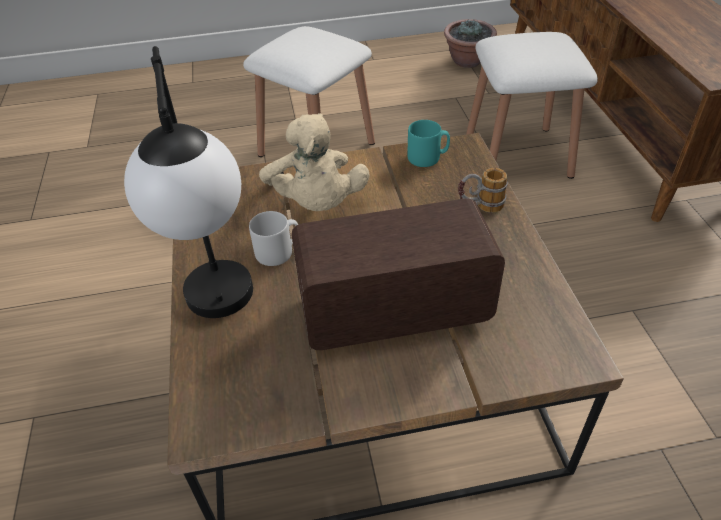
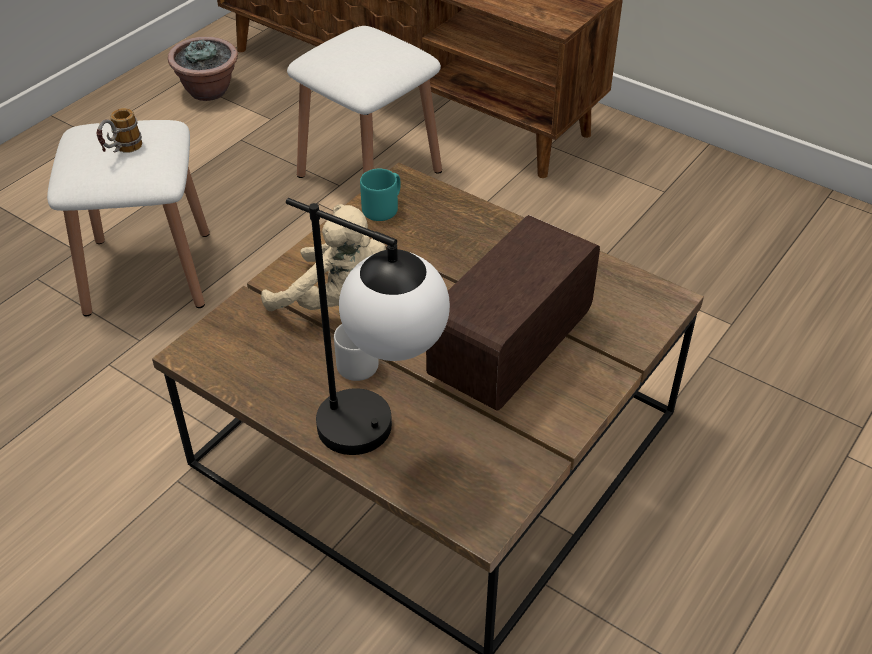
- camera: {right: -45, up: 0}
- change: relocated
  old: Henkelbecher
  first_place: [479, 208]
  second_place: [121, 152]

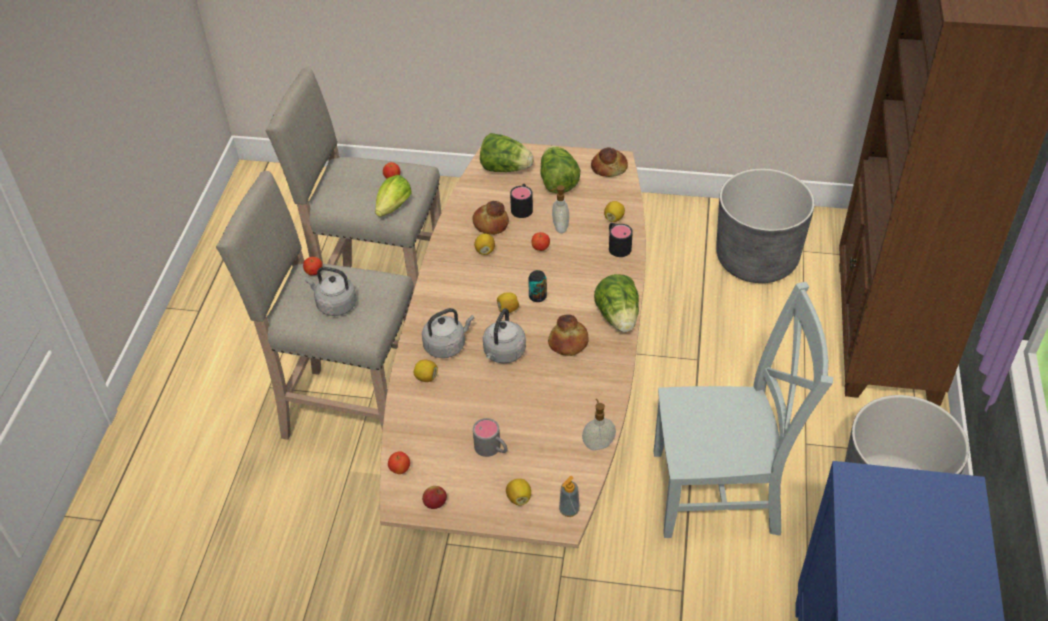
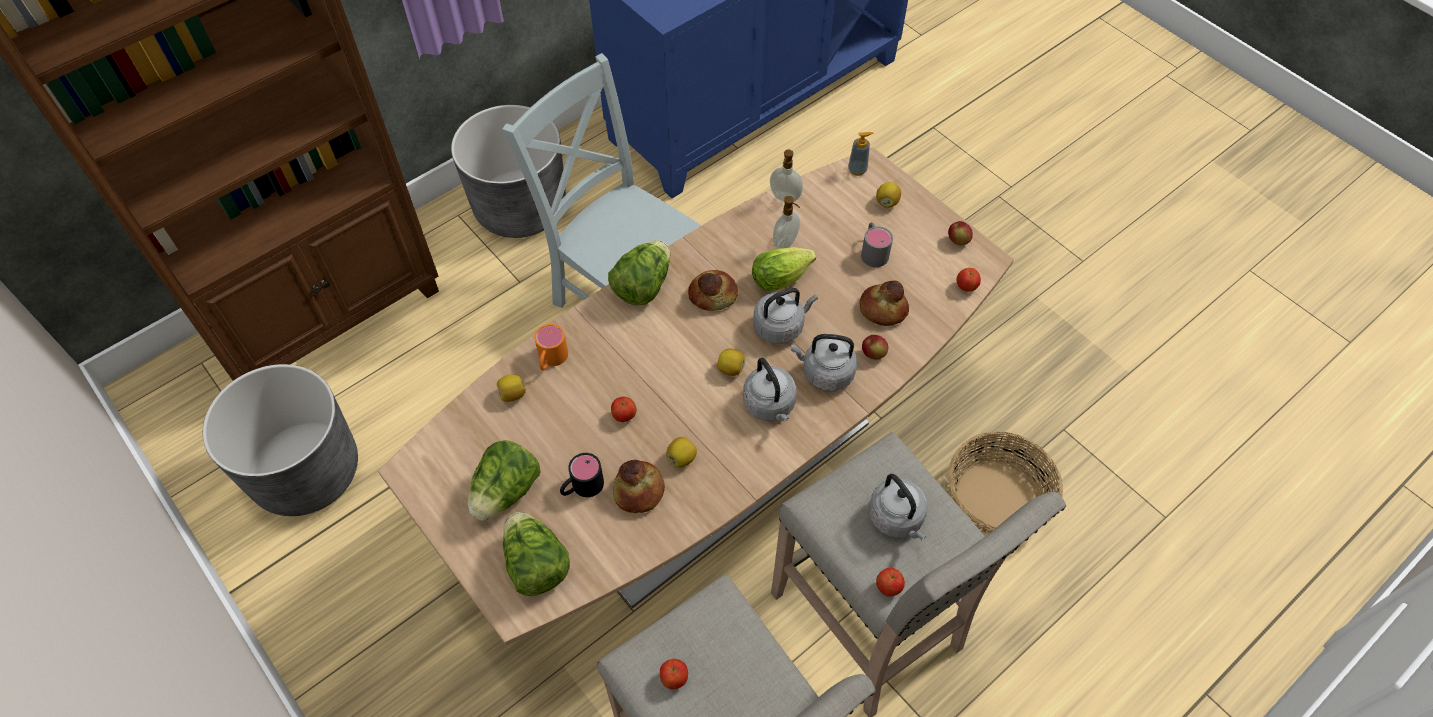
- camera: {right: -140, up: 10}
- change: relocated
  old: Salatkopf
  first_place: [392, 209]
  second_place: [783, 277]
- change: exchanged
  old: Zitrone
  new: Apfel
  first_place: [426, 377]
  second_place: [873, 354]
- change: missing
  old: Dose
  first_place: [537, 296]
- change: relocated
  old: Seifenspender
  first_place: [559, 227]
  second_place: [786, 243]
- change: relocated
  old: Brot
  first_place: [609, 167]
  second_place: [882, 309]
- change: colour
  old: Henkelbecher [schwarz]
  new: Henkelbecher [orange]
  first_place: [617, 245]
  second_place: [550, 359]
- change: appeared
  new: Wasserkessel [grau]
  second_place: [770, 405]
- change: appeared
  new: Korb
  second_place: [995, 498]

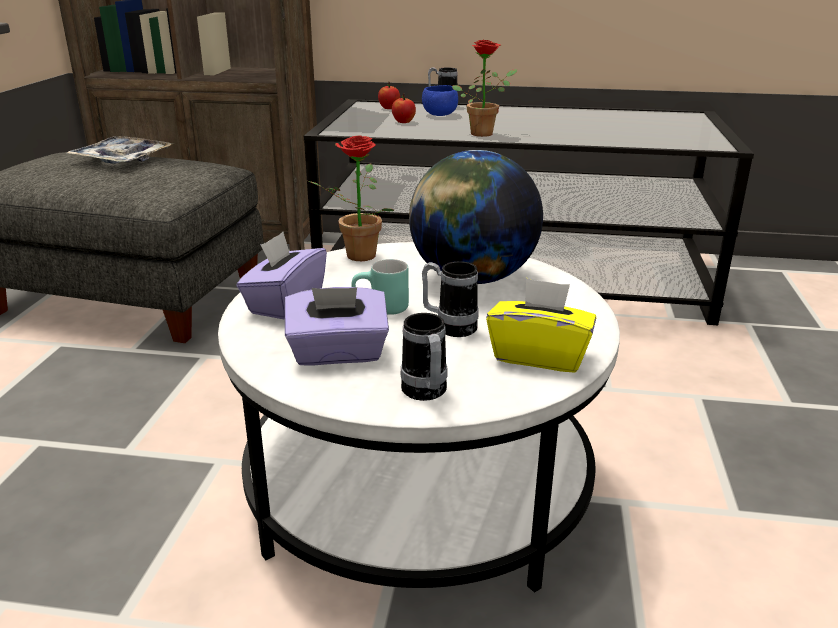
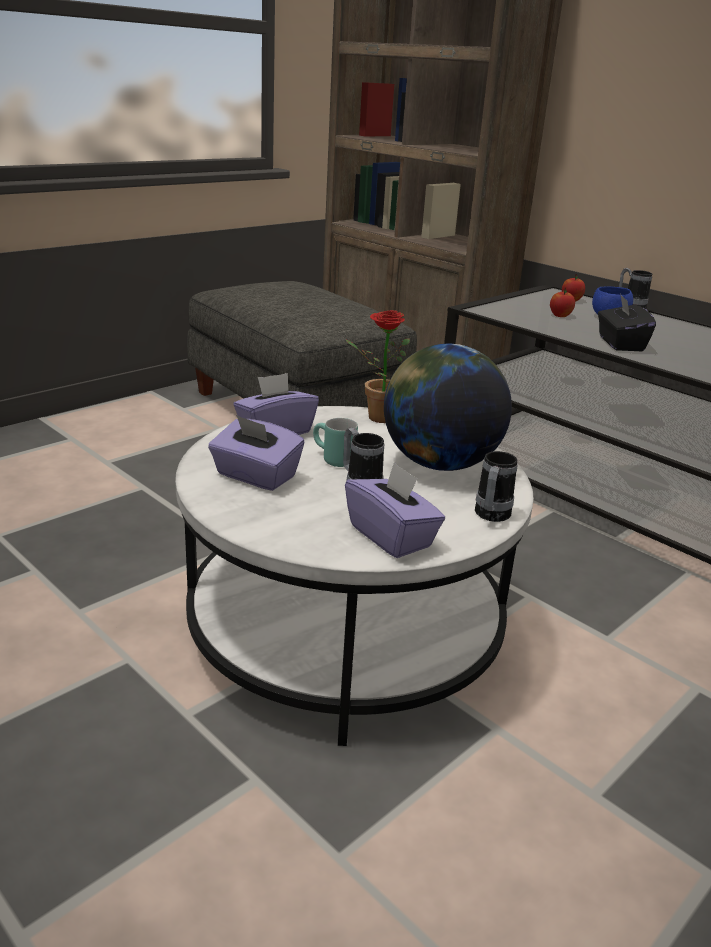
- camera: {right: 35, up: 0}
- change: missing
  old: Tablett
  first_place: [122, 159]
- change: relocated
  old: Henkelbecher
  first_place: [426, 394]
  second_place: [490, 516]
- change: exchanged
  old: Topfpflanze
  new: Taschentuchbox [schwarz]
  first_place: [485, 133]
  second_place: [620, 344]
- change: colour
  old: Taschentuchbox [gelb]
  new: Taschentuchbox [lila]
  first_place: [539, 356]
  second_place: [391, 536]

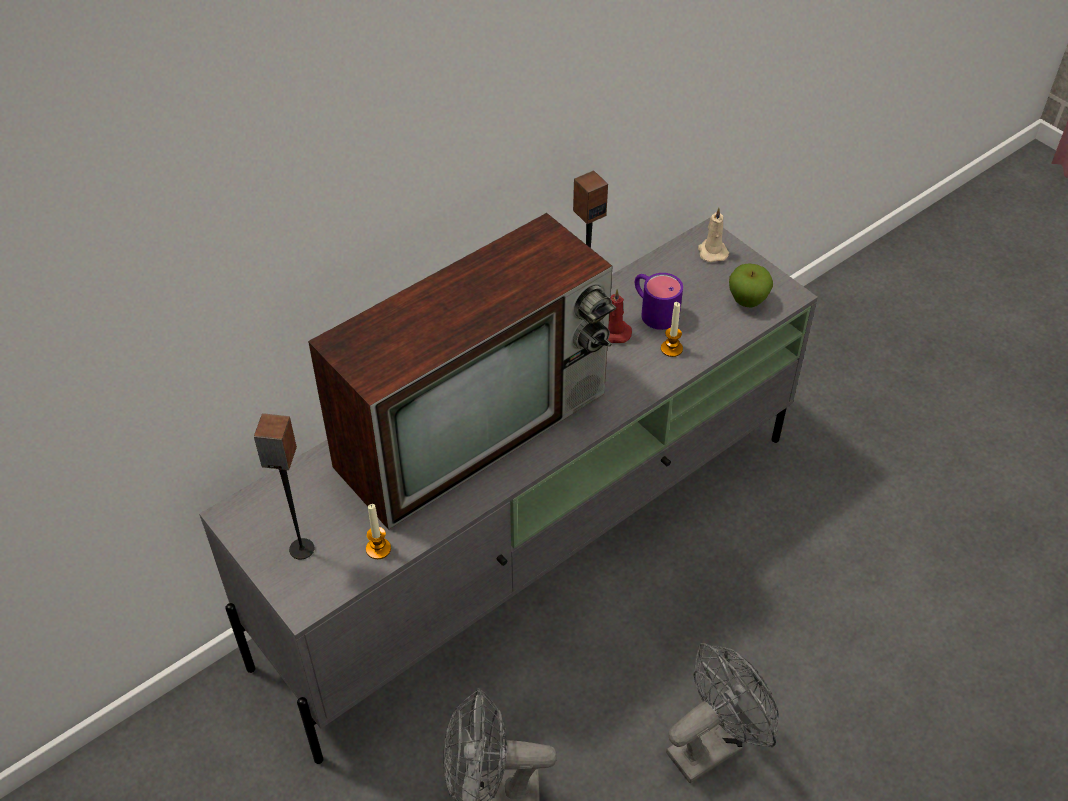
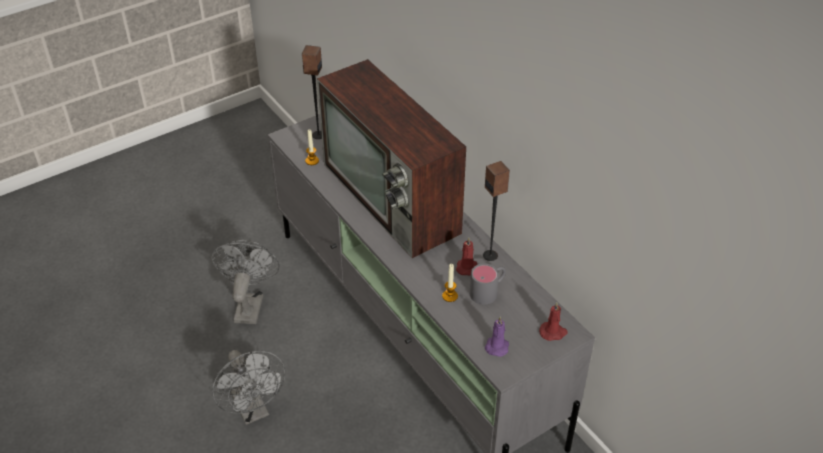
- camera: {right: 95, up: -5}
- change: colour
  old: Henkelbecher [lila]
  new: Henkelbecher [grau]
  first_place: [653, 310]
  second_place: [488, 291]
- change: colour
  old: Kerze [beige]
  new: Kerze [rot]
  first_place: [712, 251]
  second_place: [553, 332]
- change: exchanged
  old: Apfel
  new: Kerze [lila]
  first_place: [747, 300]
  second_place: [497, 346]

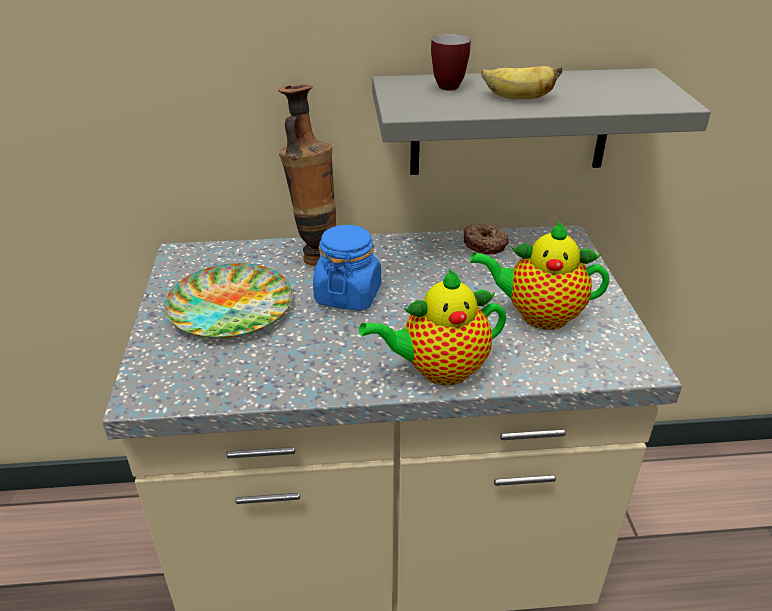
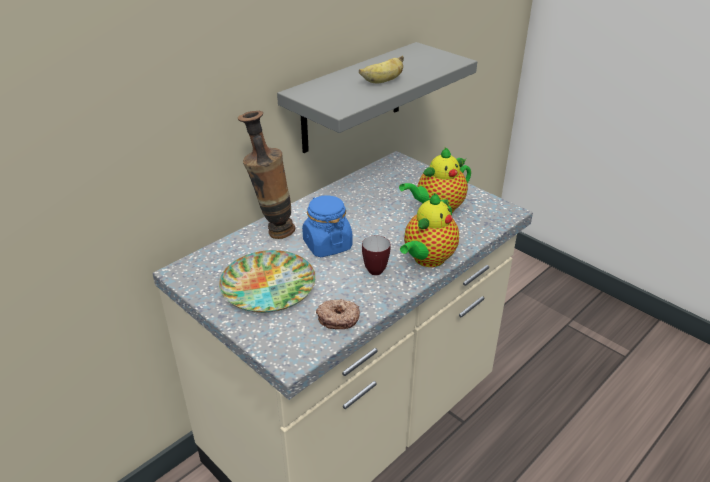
- camera: {right: -40, up: 0}
- change: relocated
  old: Henkelbecher
  first_place: [448, 85]
  second_place: [372, 269]
- change: relocated
  old: Donut
  first_place: [484, 244]
  second_place: [338, 318]

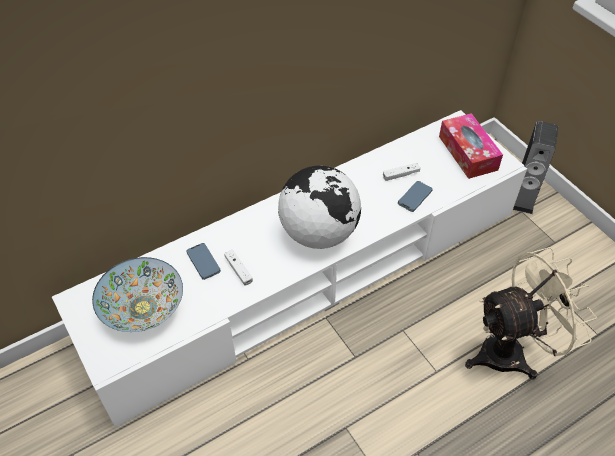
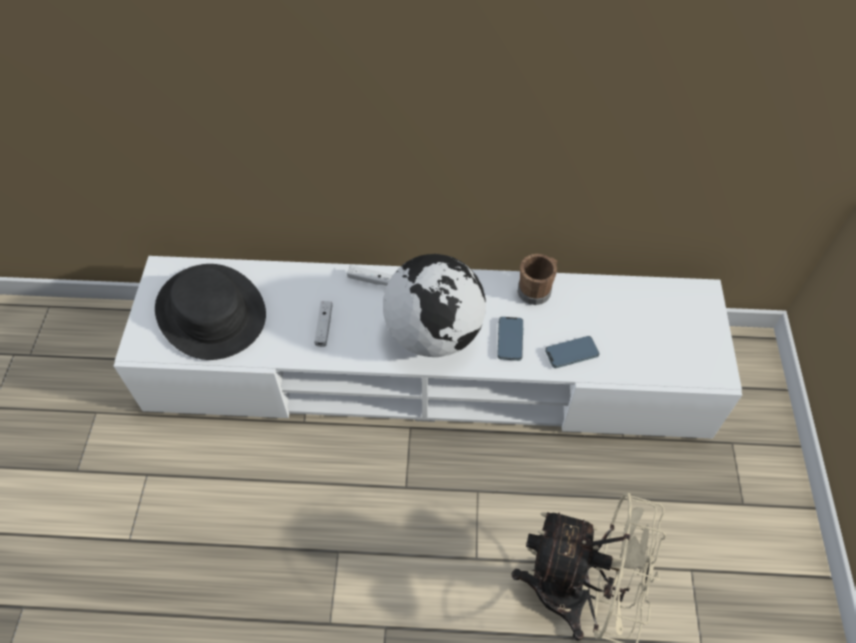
- camera: {right: 35, up: 5}
- change: exchanged
  old: Schüssel
  new: Hut [schwarz]
  first_place: [143, 308]
  second_place: [210, 313]
- change: relocated
  old: Handy
  first_place: [203, 262]
  second_place: [510, 340]
- change: relocated
  old: Gamepad [weiß]
  first_place: [400, 175]
  second_place: [371, 280]
- change: missing
  old: Taschentuchbox
  first_place: [468, 153]
- change: missing
  old: Lautsprecher
  first_place: [522, 198]
- change: appeared
  new: Henkelbecher [braun]
  second_place: [537, 289]

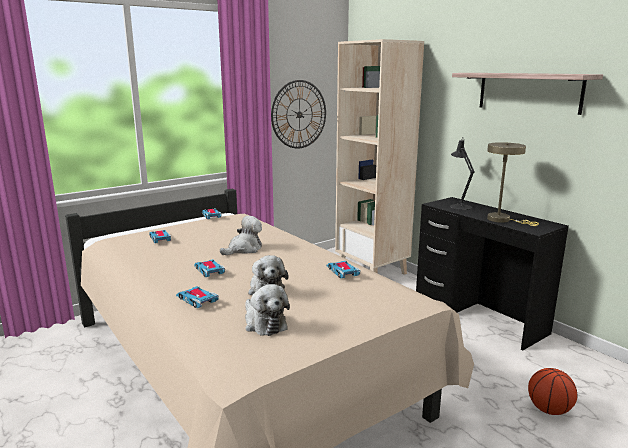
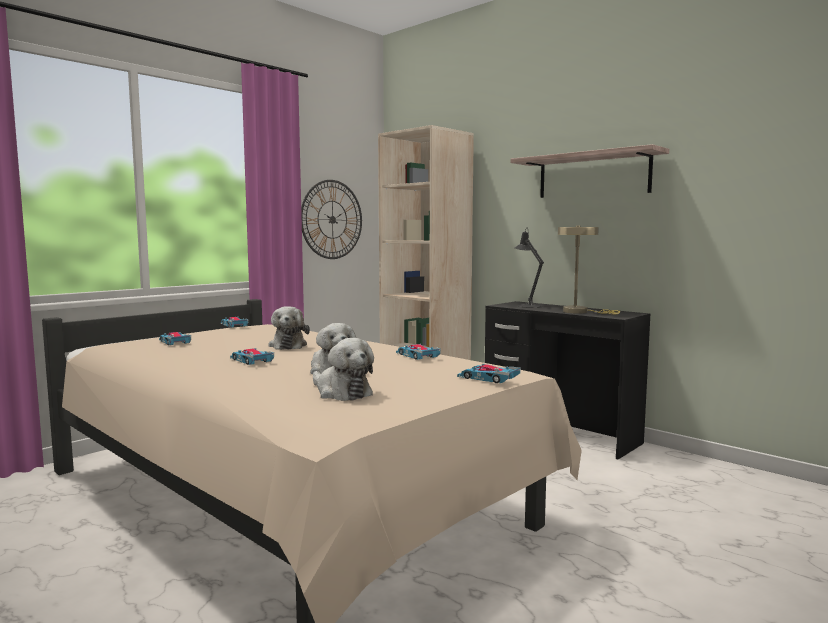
- camera: {right: -10, up: -10}
- change: relocated
  old: Spielzeugauto
  first_place: [197, 300]
  second_place: [488, 378]
- change: spun
  old: Plüschtier
  first_place: [244, 249]
  second_place: [288, 345]
  degrees: 135
- change: missing
  old: Basketball
  first_place: [548, 410]

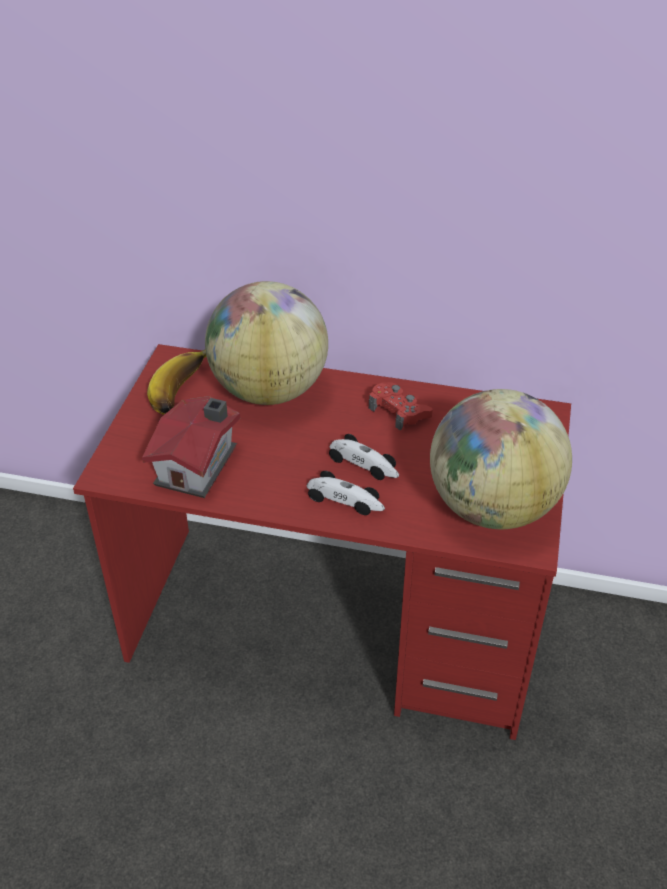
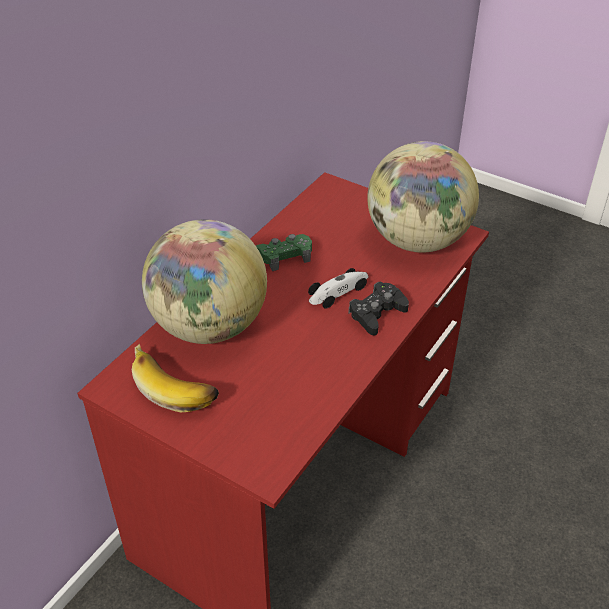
- camera: {right: -70, up: 0}
- change: missing
  old: Spielzeughaus
  first_place: [199, 465]
- change: exchanged
  old: Spielzeugauto
  new: Gamepad [schwarz]
  first_place: [345, 500]
  second_place: [377, 313]
- change: colour
  old: Gamepad [rot]
  new: Gamepad [grün]
  first_place: [399, 411]
  second_place: [285, 256]

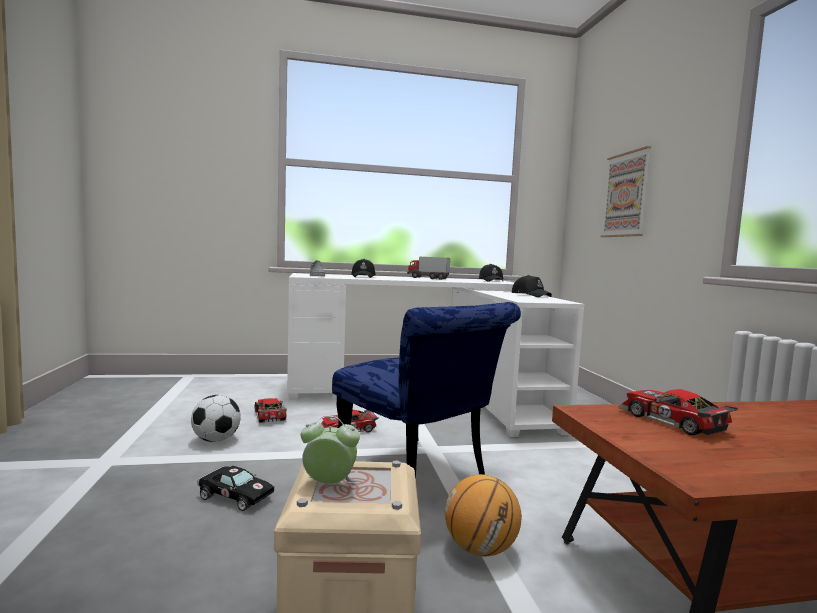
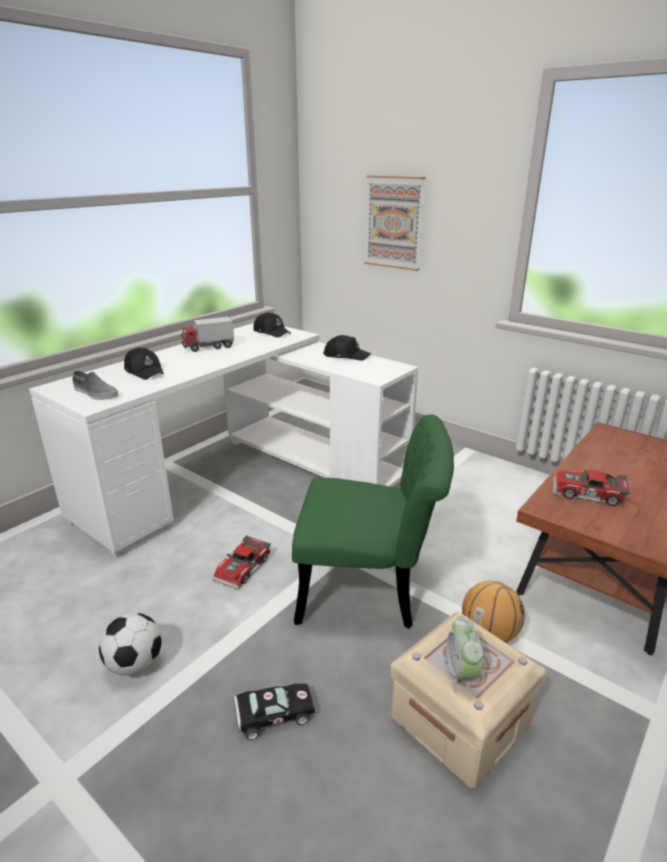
- camera: {right: -40, up: 20}
- change: missing
  old: Spielzeugauto
  first_place: [268, 416]
- change: spun
  old: Wecker
  first_place: [329, 484]
  second_place: [461, 673]
  degrees: -60
- change: colour
  old: Stuhl [blau]
  new: Stuhl [grün]
  first_place: [419, 476]
  second_place: [371, 590]

